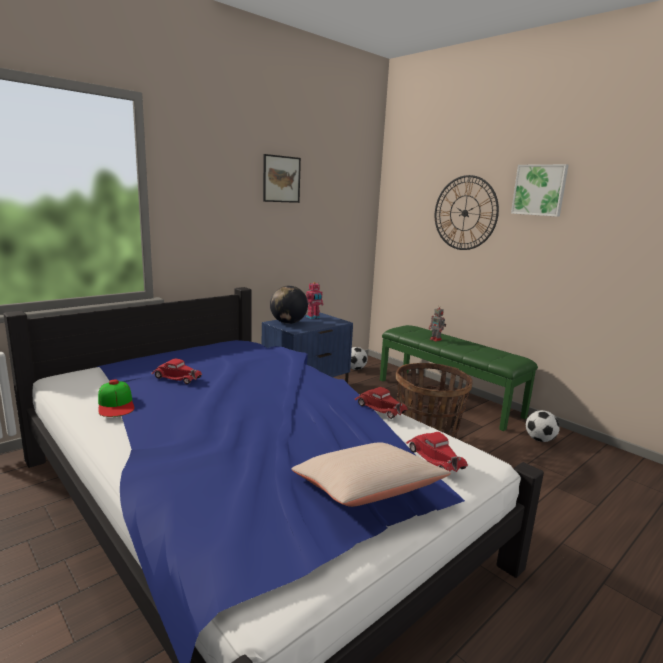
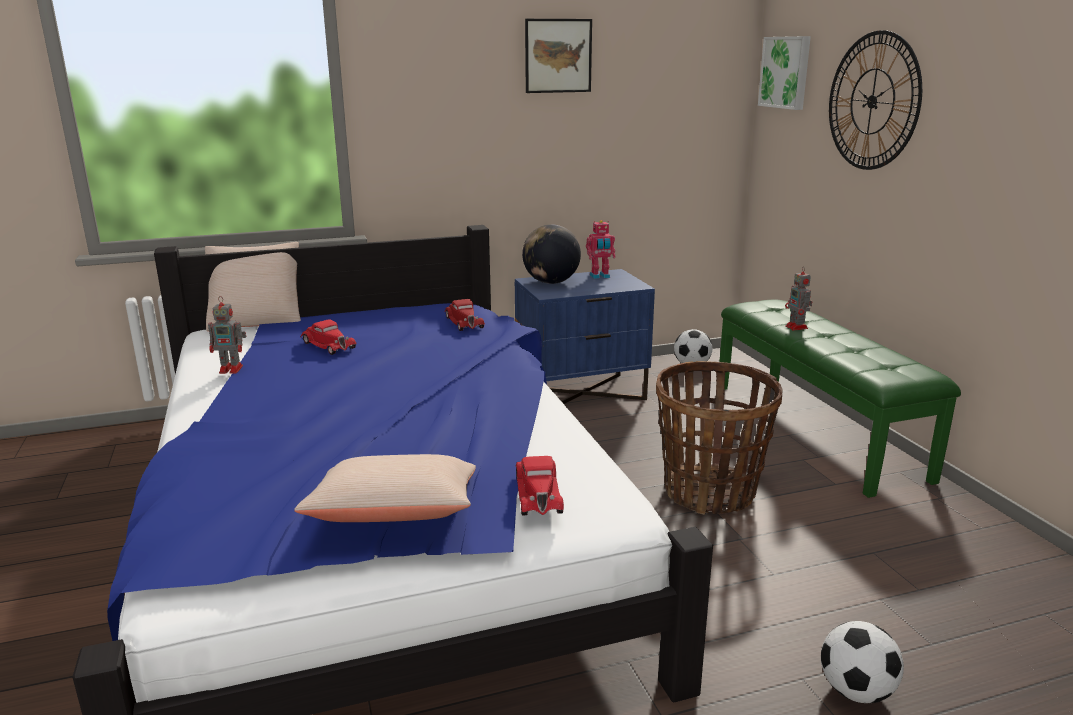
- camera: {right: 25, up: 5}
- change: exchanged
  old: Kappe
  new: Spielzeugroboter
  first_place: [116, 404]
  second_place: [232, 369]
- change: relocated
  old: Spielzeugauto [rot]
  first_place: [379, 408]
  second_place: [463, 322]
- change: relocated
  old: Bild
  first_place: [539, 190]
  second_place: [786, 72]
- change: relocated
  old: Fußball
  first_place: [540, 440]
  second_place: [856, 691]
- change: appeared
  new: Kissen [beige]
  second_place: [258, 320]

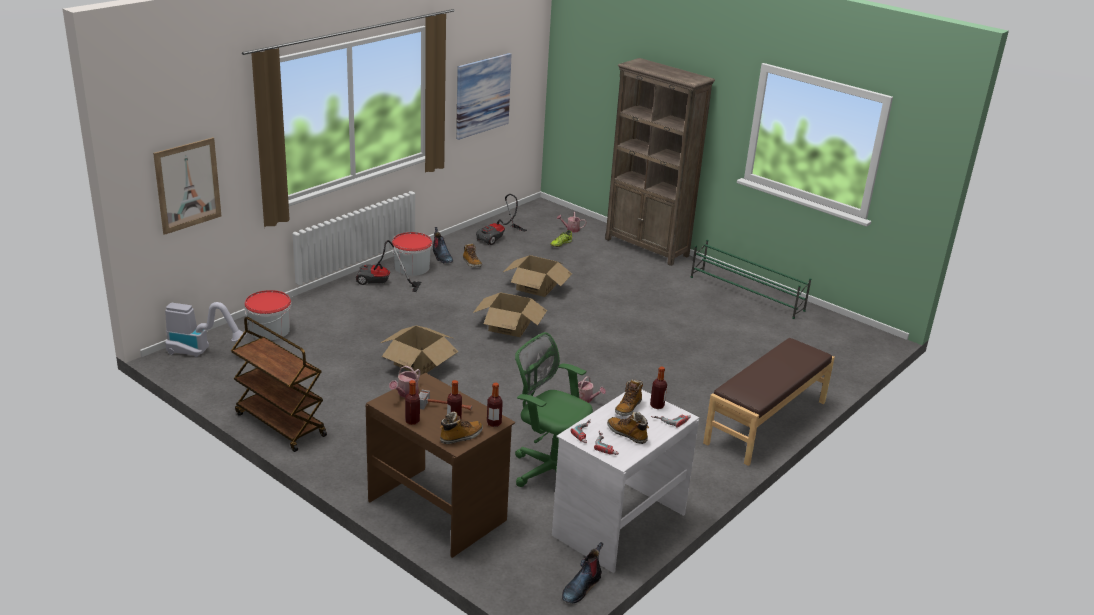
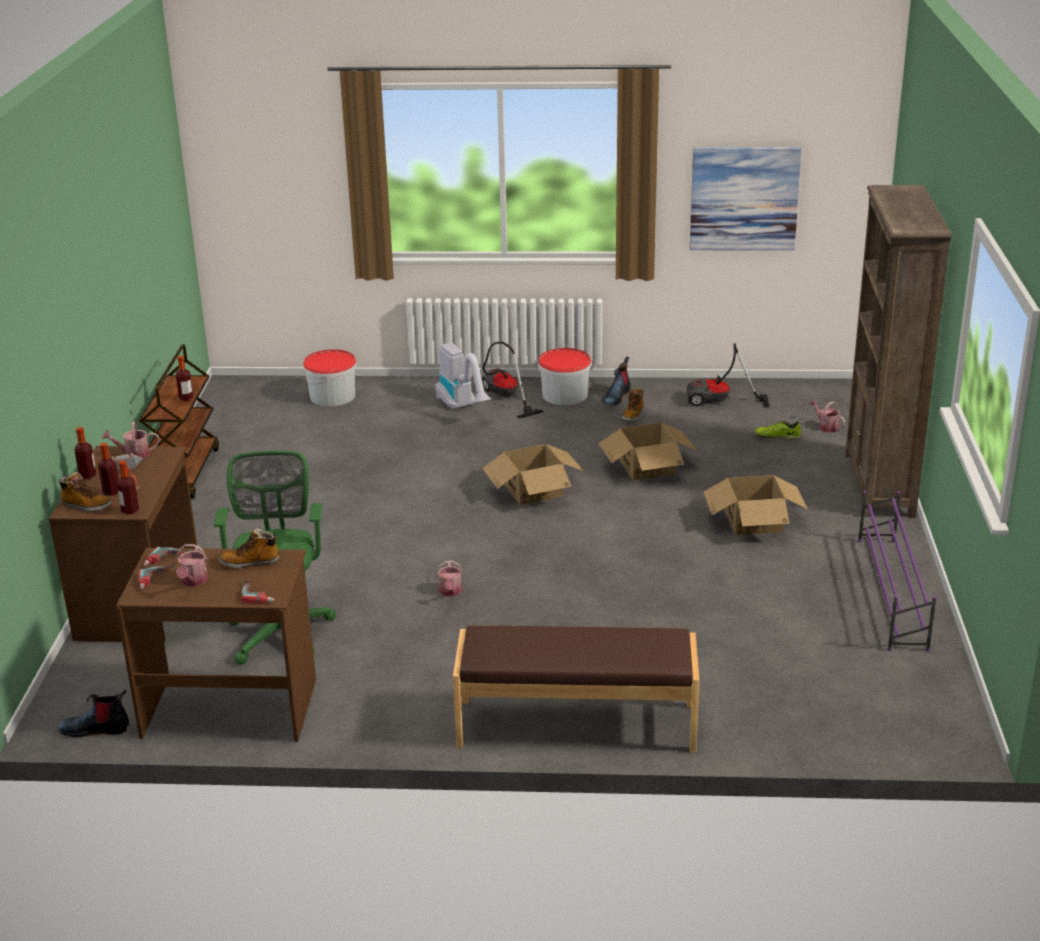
- camera: {right: 55, up: 0}
- change: missing
  old: Bild
  first_place: [188, 185]
- change: relocated
  old: Staubsauger
  first_place: [202, 352]
  second_place: [463, 407]
- change: relocated
  old: Karton
  first_place: [419, 362]
  second_place: [753, 521]
- change: colour
  old: Schreibtisch [weiß]
  new: Schreibtisch [braun]
  first_place: [618, 524]
  second_place: [231, 707]
- change: exchanged
  old: Stiefel
  new: Gießkanne
  first_place: [627, 434]
  second_place: [193, 581]
- change: relocated
  old: Flasche
  first_place: [657, 406]
  second_place: [186, 398]
- change: colour
  old: Schuhregal [grün]
  new: Schuhregal [lila]
  first_place: [746, 294]
  second_place: [891, 593]

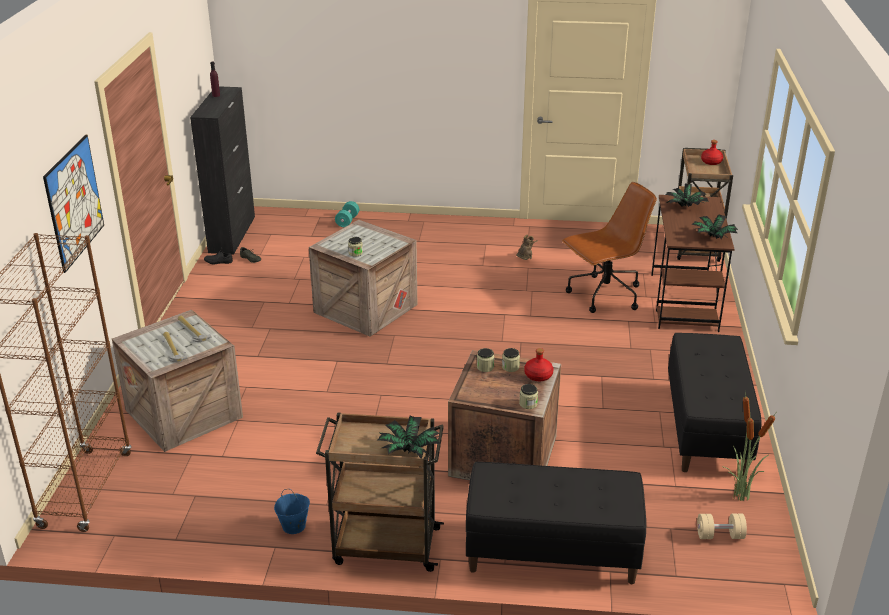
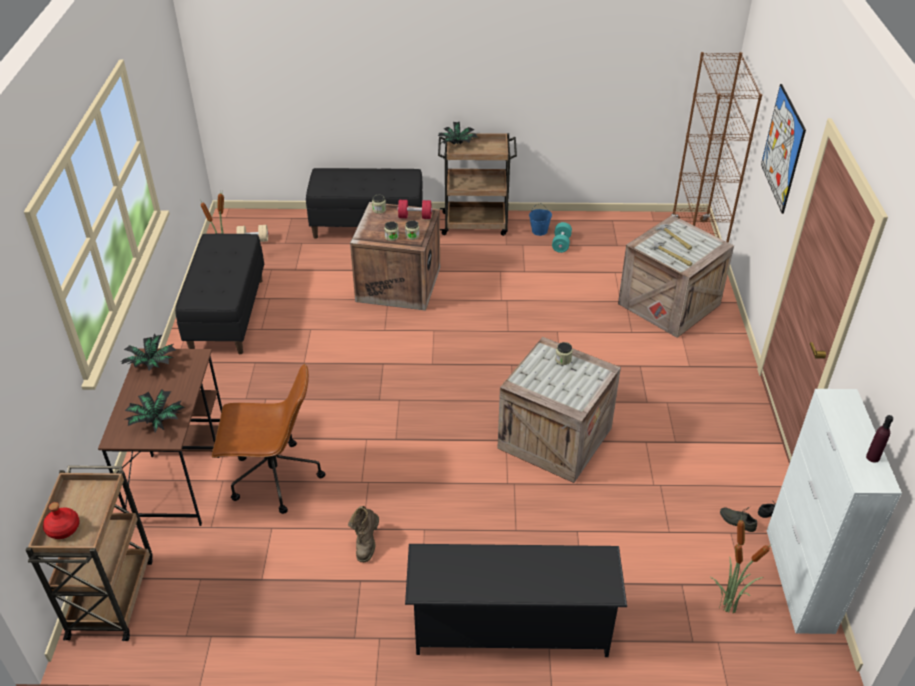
- camera: {right: 175, up: 10}
- change: colour
  old: Schrank [schwarz]
  new: Schrank [weiß]
  first_place: [232, 234]
  second_place: [799, 580]
- change: relocated
  old: Hantel [türkis]
  first_place: [347, 221]
  second_place: [561, 244]
- change: missing
  old: Flasche [rot]
  first_place: [538, 375]
- change: spun
  old: Bürostuhl [braun]
  first_place: [604, 296]
  second_place: [274, 478]
  degrees: -150
- change: appeared
  new: Hantel [rot]
  second_place: [415, 217]
- change: appeared
  new: Schuhregal [schwarz]
  second_place: [511, 628]
- change: appeared
  new: Topfpflanze
  second_place: [727, 606]

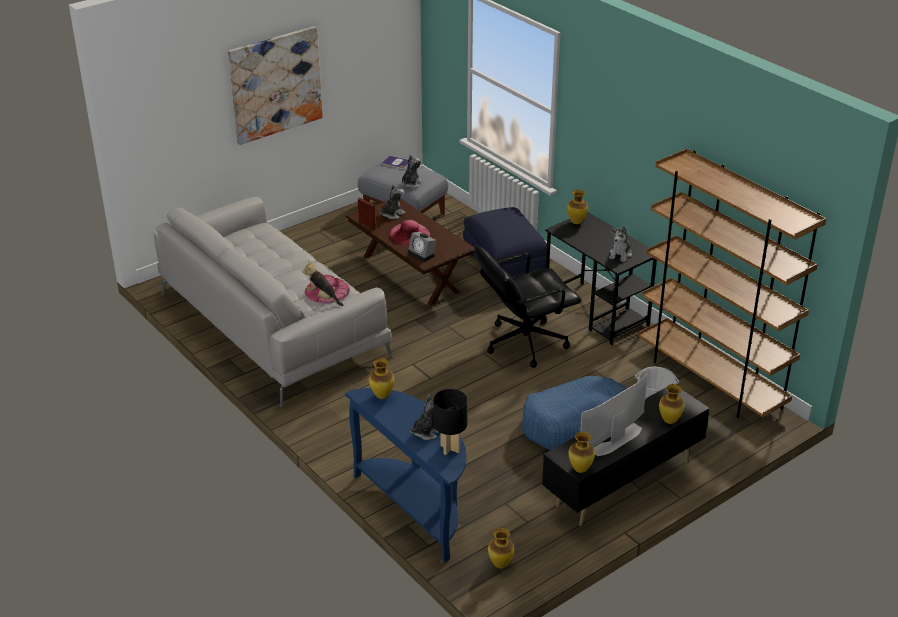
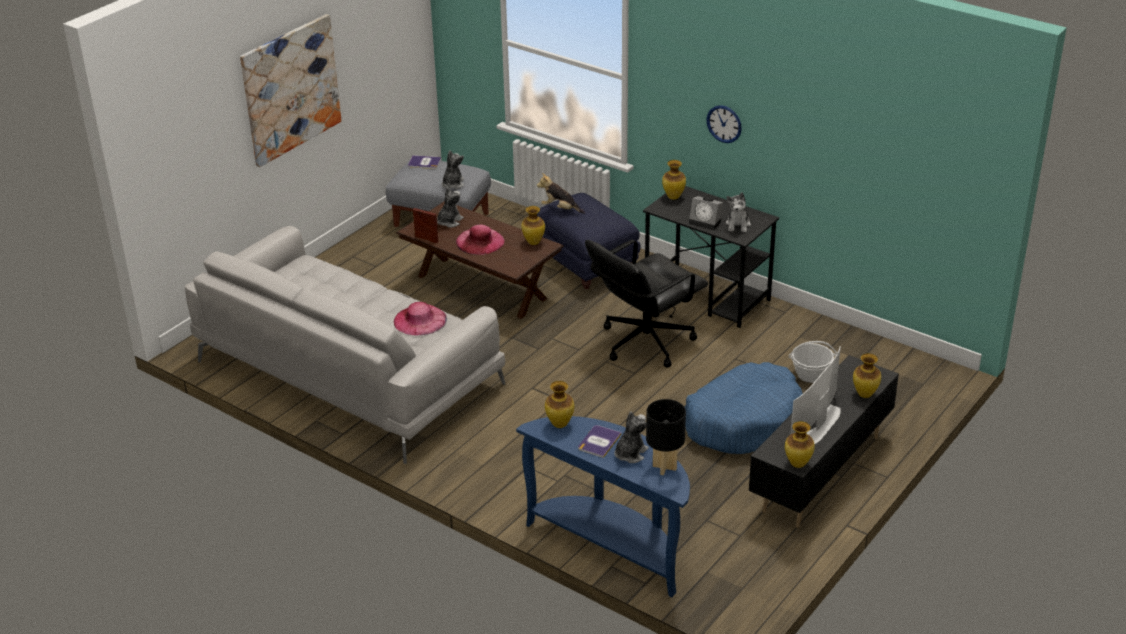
- camera: {right: -15, up: 0}
- change: relocated
  old: Plüschtier
  first_place: [323, 297]
  second_place: [560, 209]
- change: relocated
  old: Wecker
  first_place: [422, 255]
  second_place: [706, 222]
- change: relocated
  old: Vase
  first_place: [500, 564]
  second_place: [533, 242]
- change: missing
  old: Bücherregal [braun]
  first_place: [710, 381]
- change: appeared
  new: Buch
  second_place: [599, 442]
- change: appeared
  new: Wanduhr
  second_place: [724, 124]

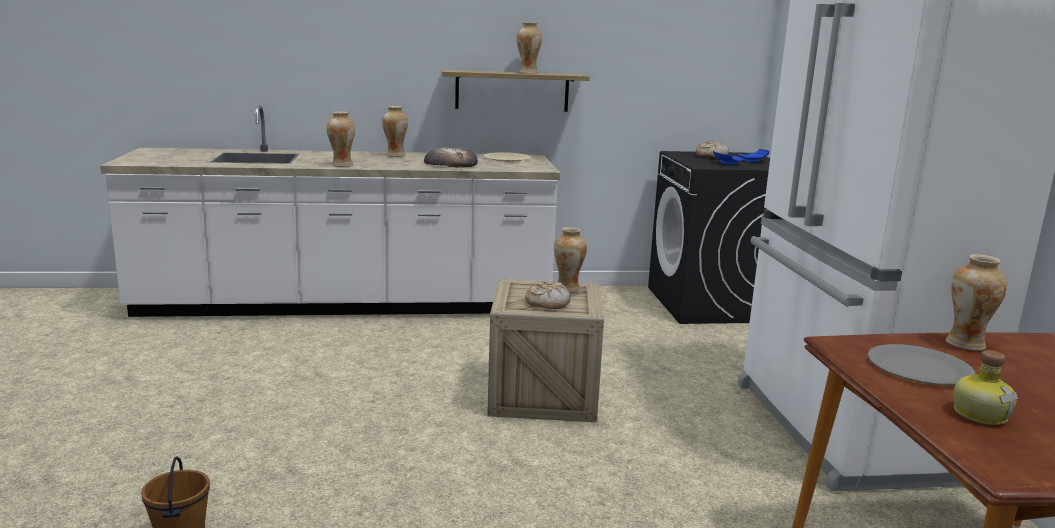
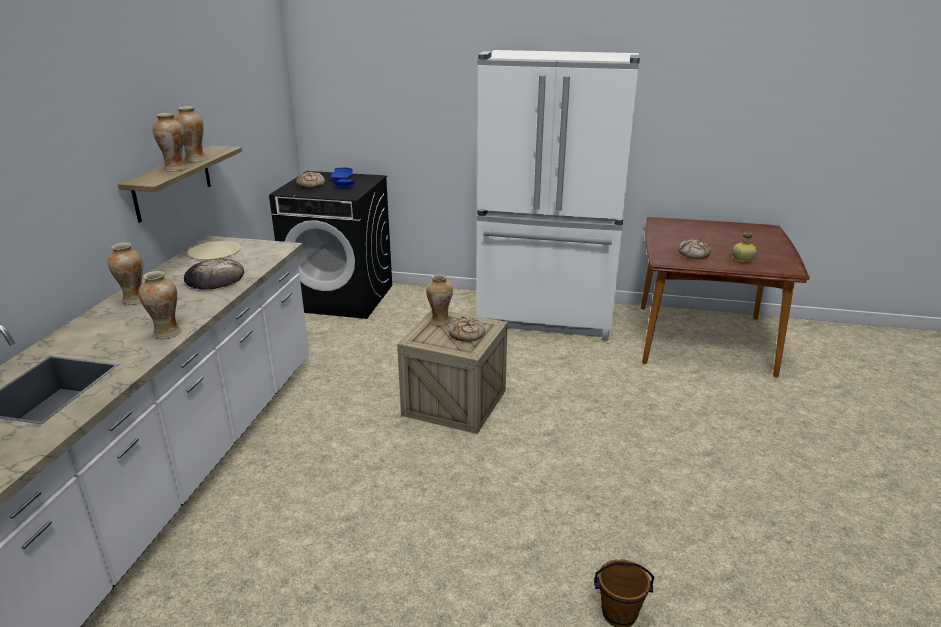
- camera: {right: -70, up: 10}
- change: exchanged
  old: Teller [grau]
  new: Brot
  first_place: [919, 368]
  second_place: [694, 254]
- change: relocated
  old: Vase
  first_place: [966, 344]
  second_place: [175, 169]

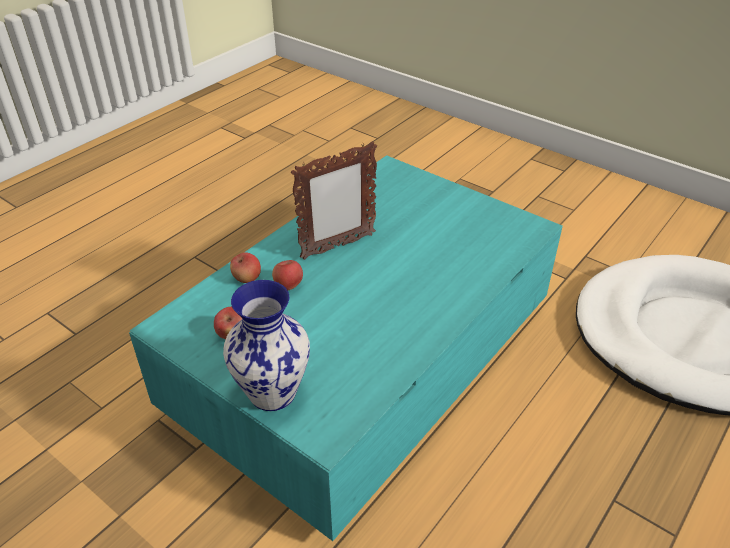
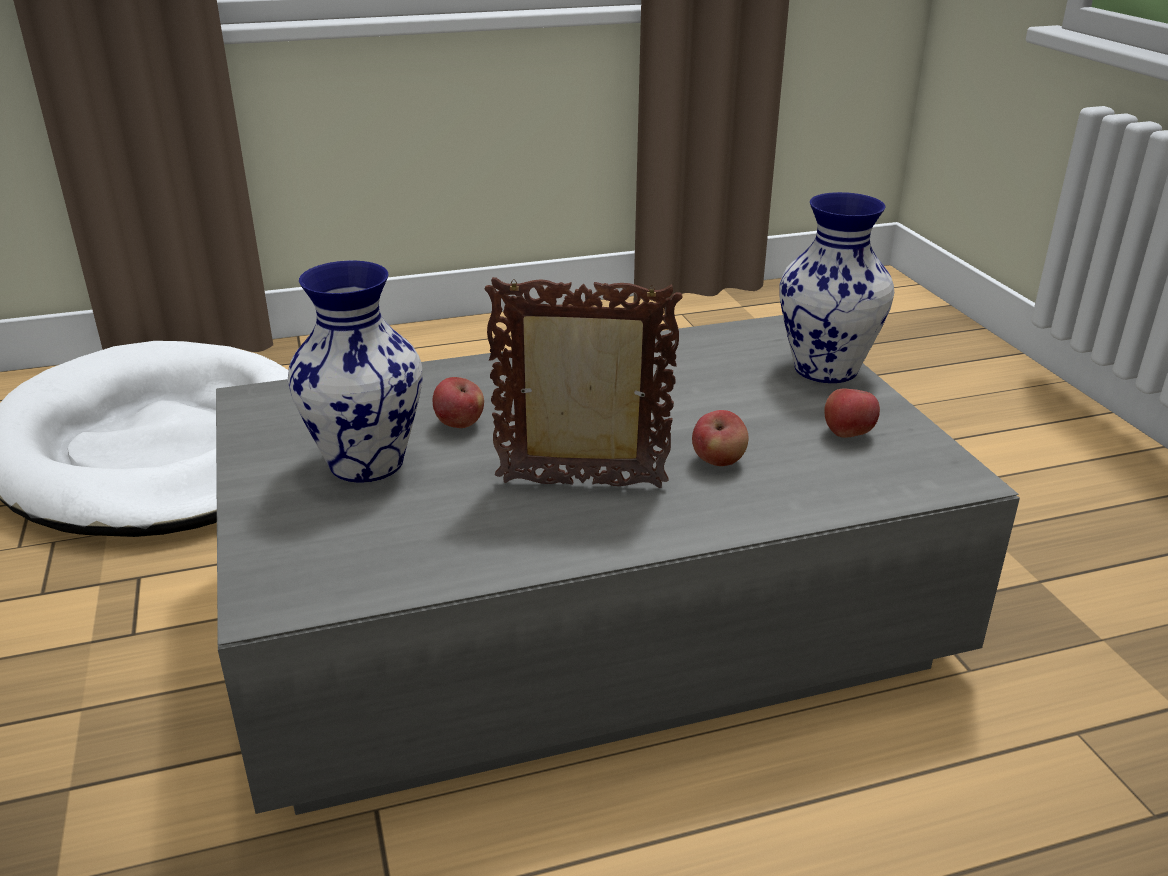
- camera: {right: -145, up: -10}
- change: colour
  old: Couchtisch [türkis]
  new: Couchtisch [grau]
  first_place: [365, 357]
  second_place: [581, 612]
- change: relocated
  old: Apfel
  first_place: [247, 278]
  second_place: [459, 425]
- change: appeared
  new: Vase
  second_place: [368, 462]

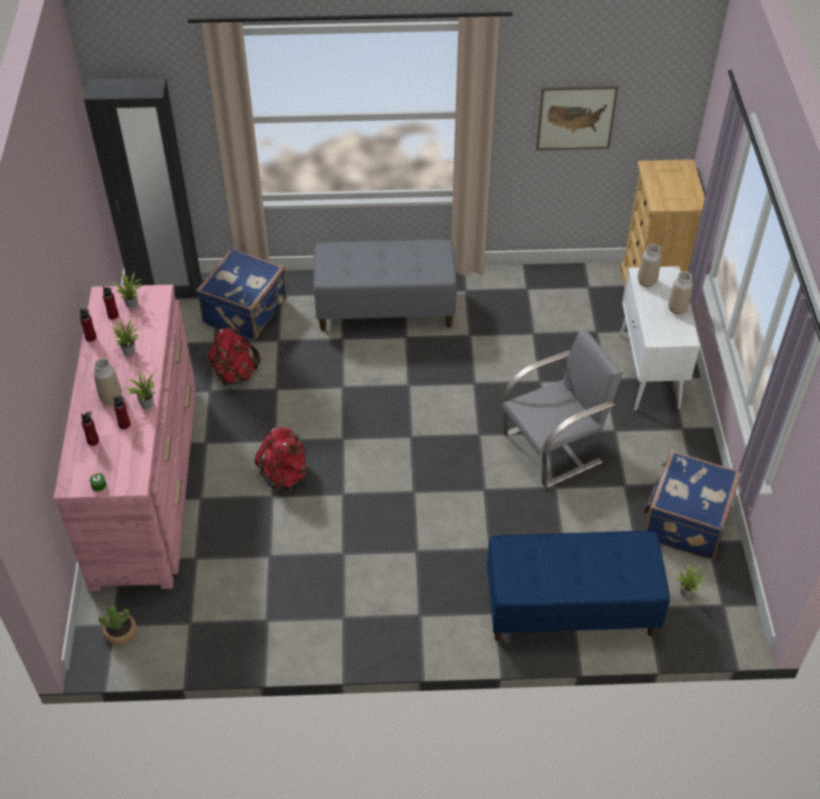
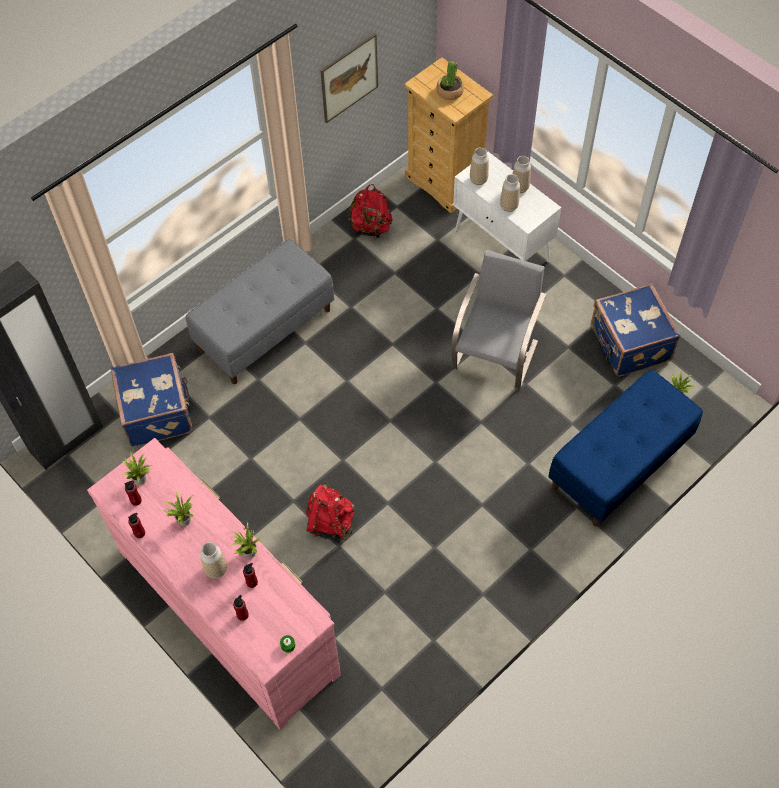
- camera: {right: -40, up: 10}
- change: relocated
  old: Topfpflanze
  first_place: [120, 632]
  second_place: [450, 91]
- change: relocated
  old: Rucksack [rot]
  first_place: [235, 374]
  second_place: [371, 227]
- change: appeared
  new: Vase
  second_place: [509, 206]

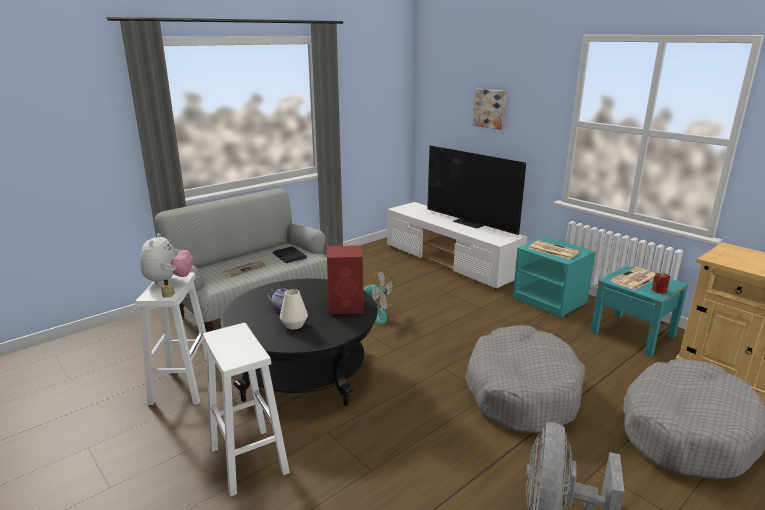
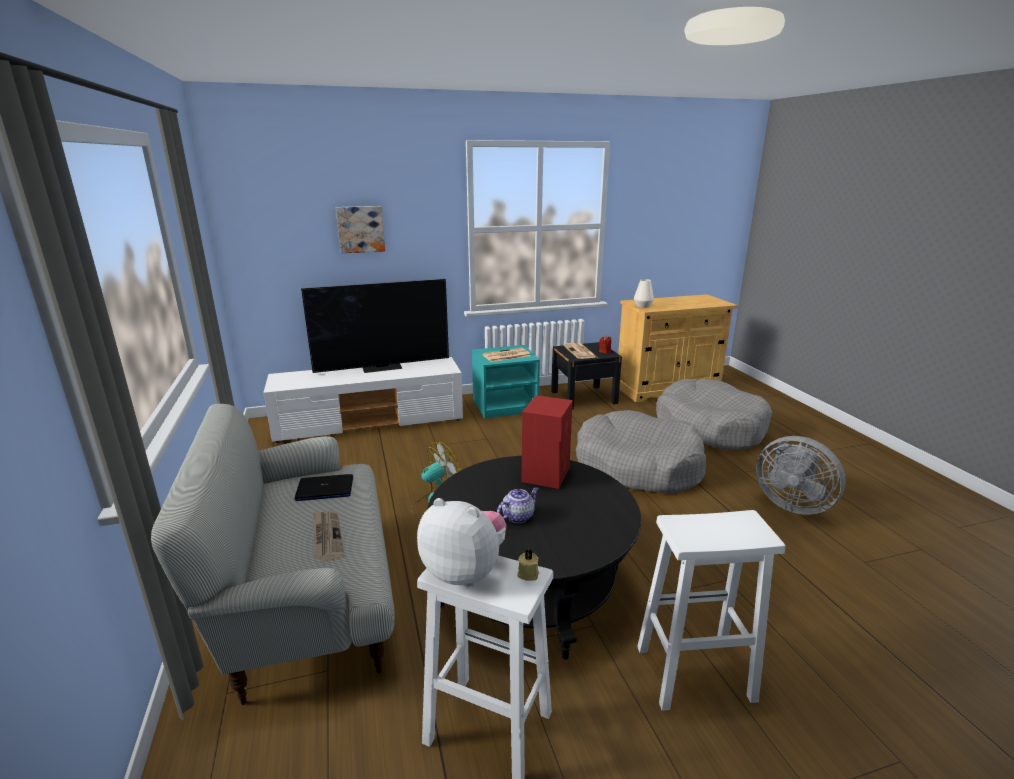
- camera: {right: -65, up: 0}
- change: relocated
  old: Vase [weiß]
  first_place: [294, 325]
  second_place: [643, 306]
- change: colour
  old: Nachttisch [türkis]
  new: Nachttisch [schwarz]
  first_place: [632, 334]
  second_place: [583, 397]

